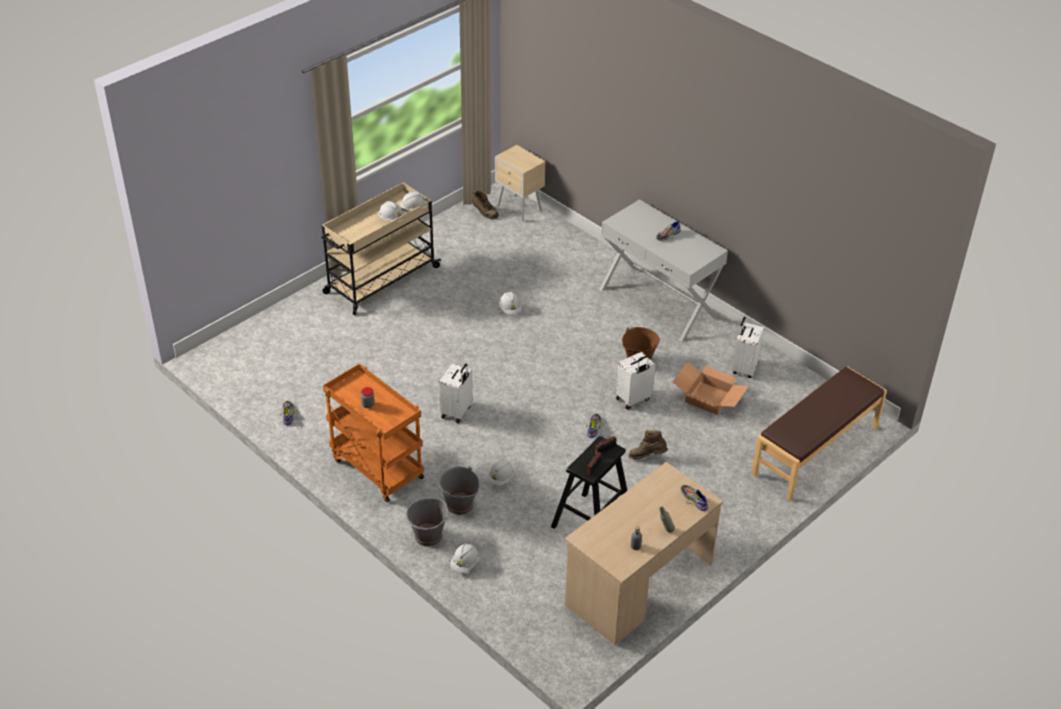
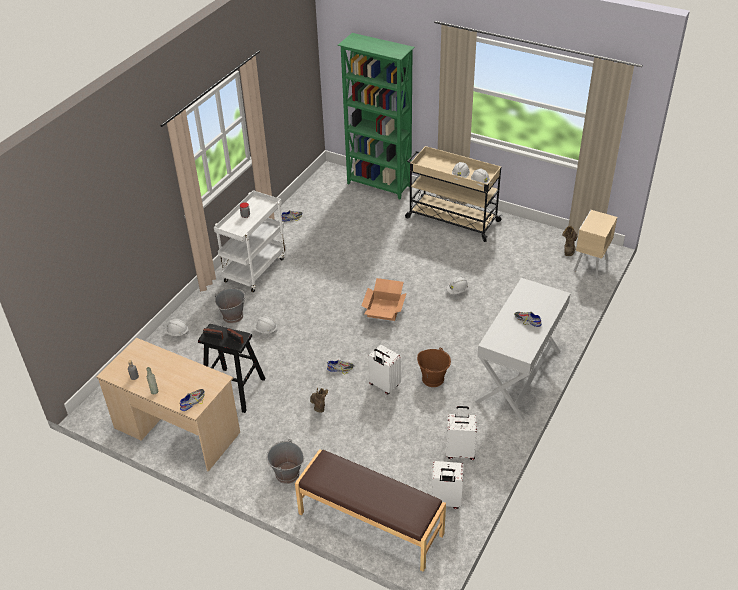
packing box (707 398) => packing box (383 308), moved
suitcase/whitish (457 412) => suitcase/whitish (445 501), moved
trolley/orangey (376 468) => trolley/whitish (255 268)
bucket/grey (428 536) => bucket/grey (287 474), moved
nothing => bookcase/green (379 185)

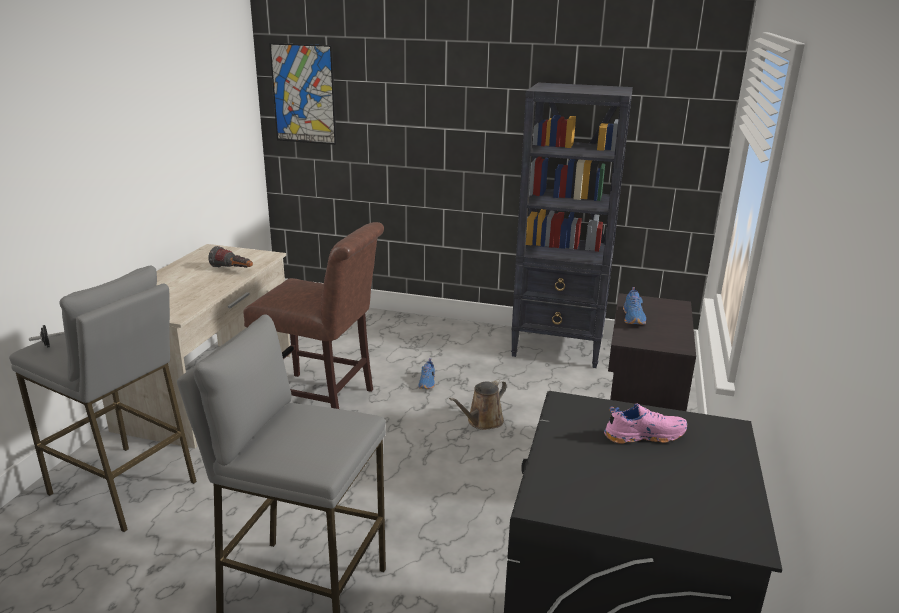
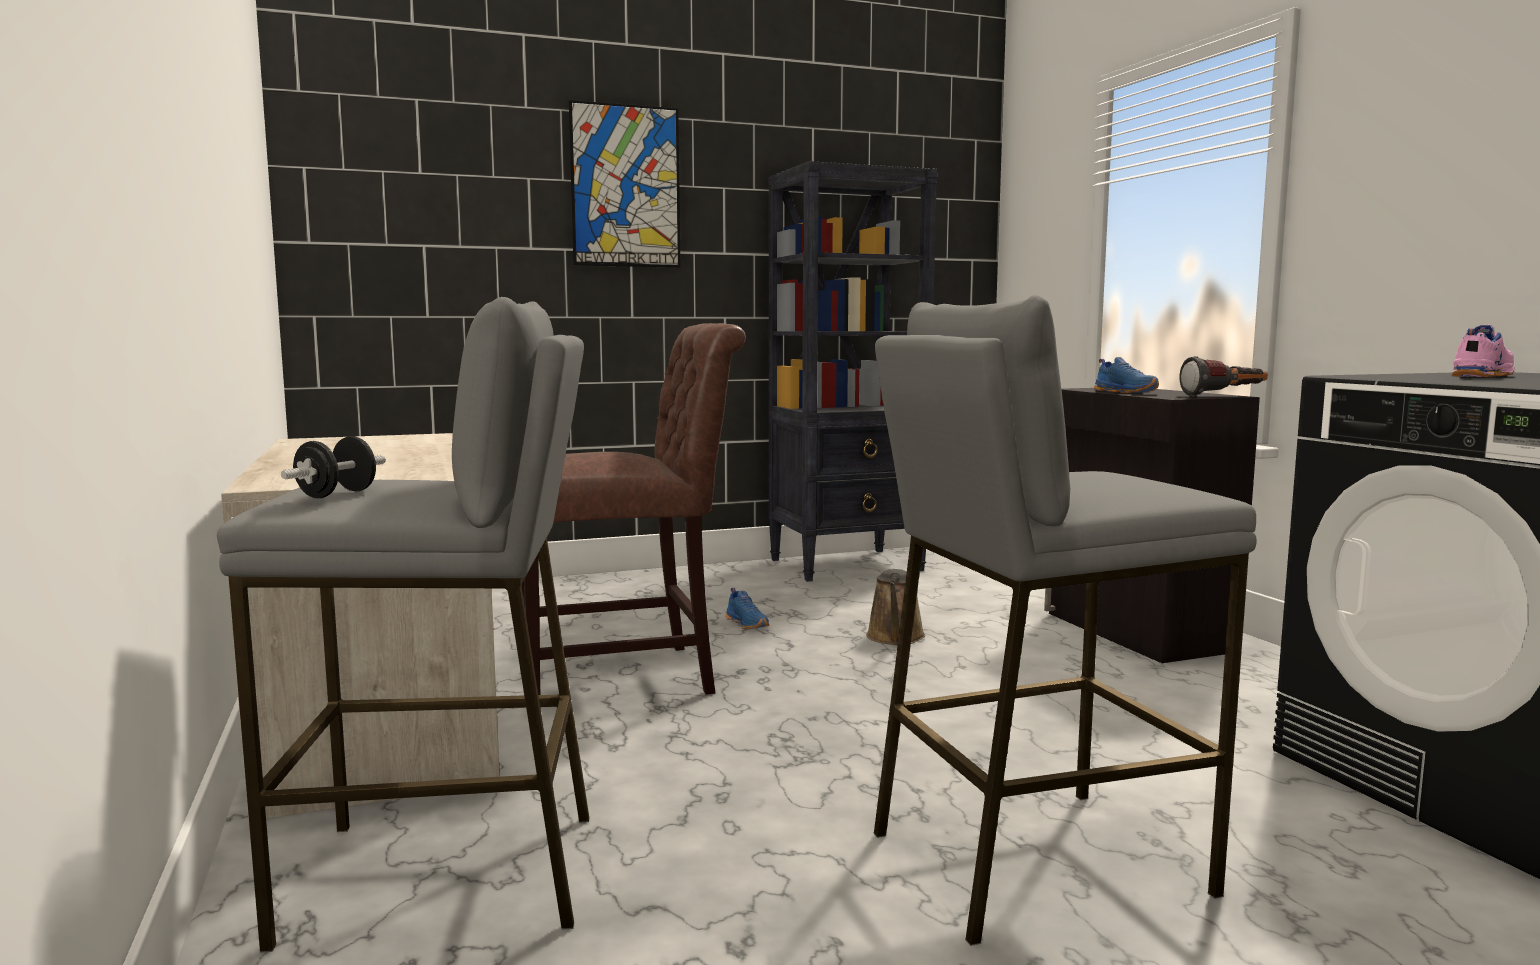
wall picture (303 94) => wall picture (625 186), moved
flashlight (233 270) => flashlight (1224 396), moved

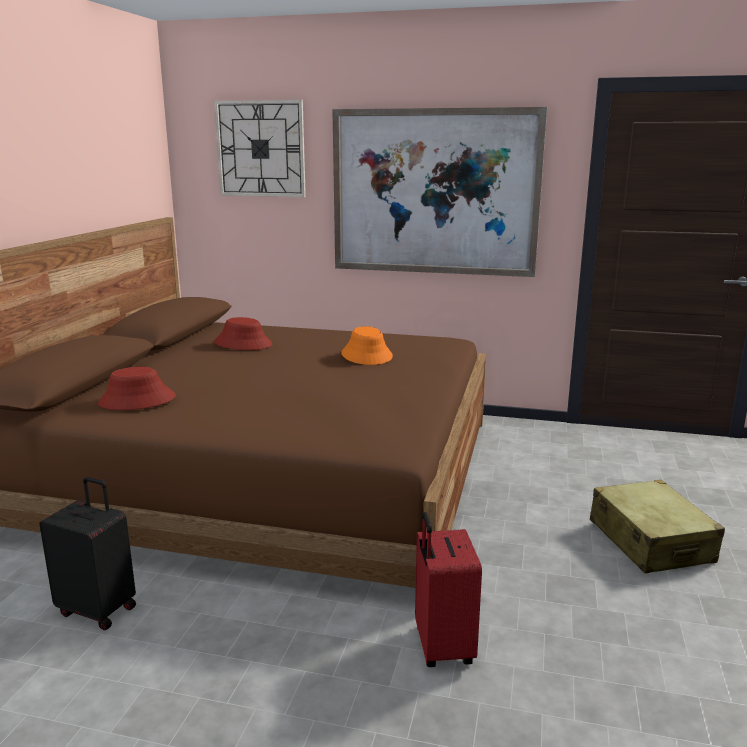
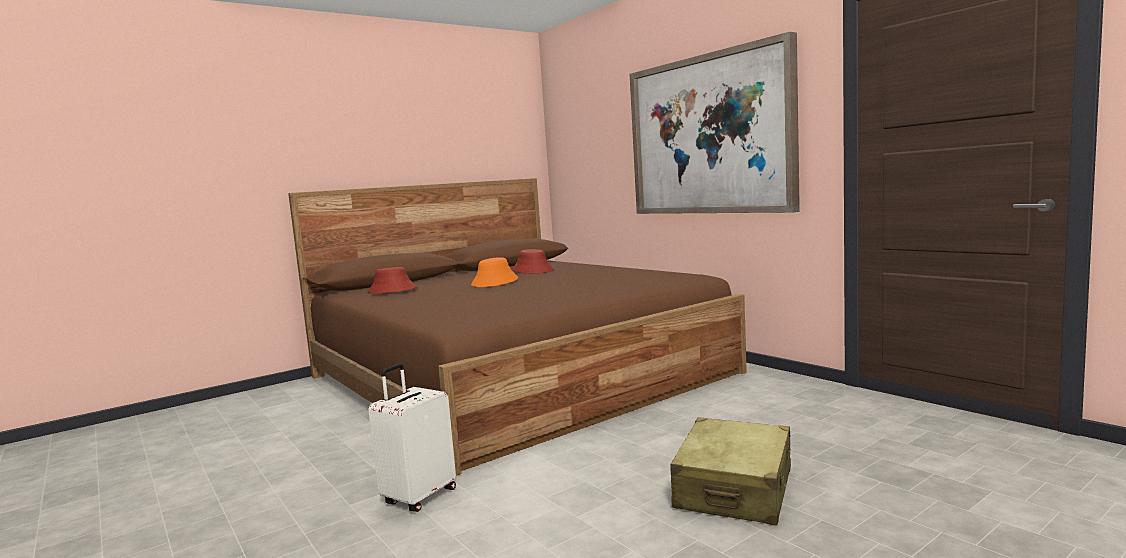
hanging clock (261 149) => nothing
hat/orangey (367 355) => hat/orangey (495 282), moved
suitcase/black-coloured (99 609) => nothing
suitcase/red-coloured (441 647) => suitcase/whitish (418 497)

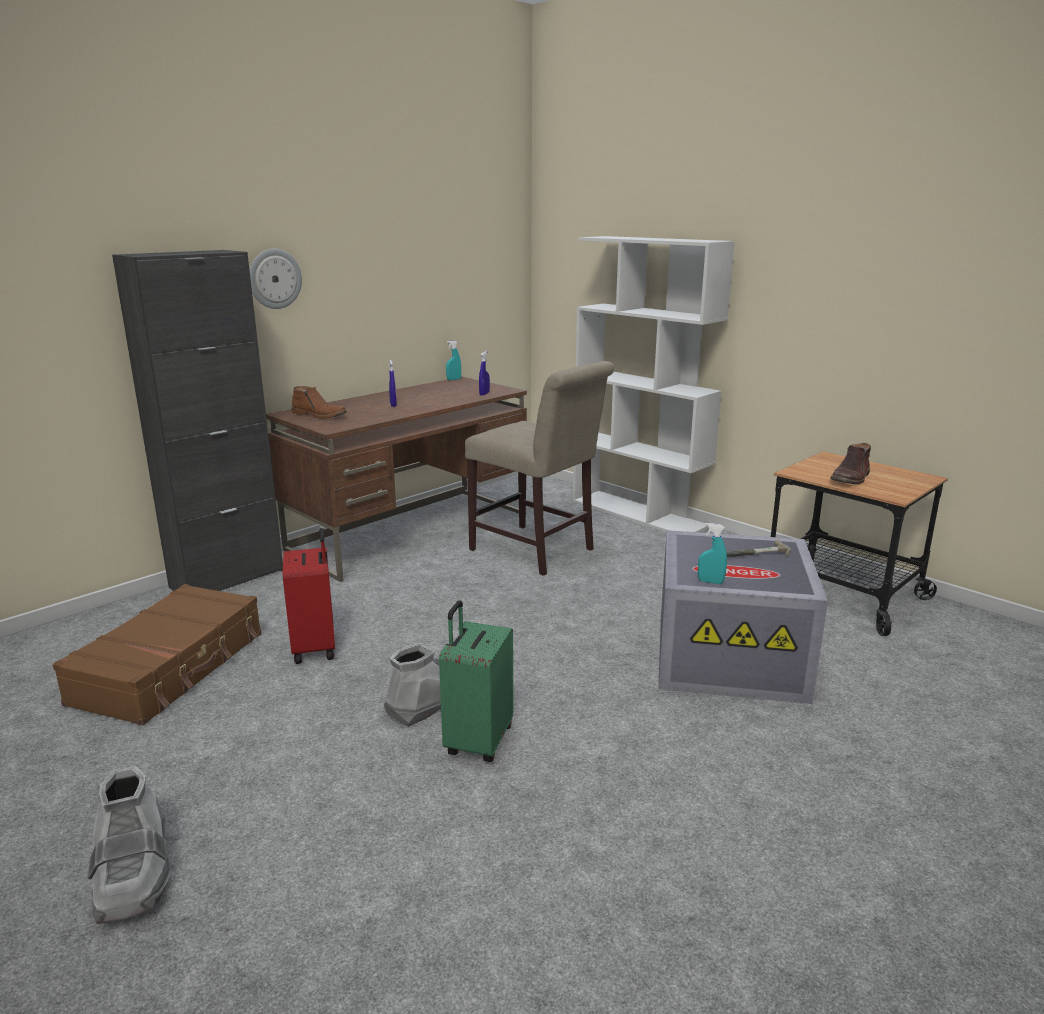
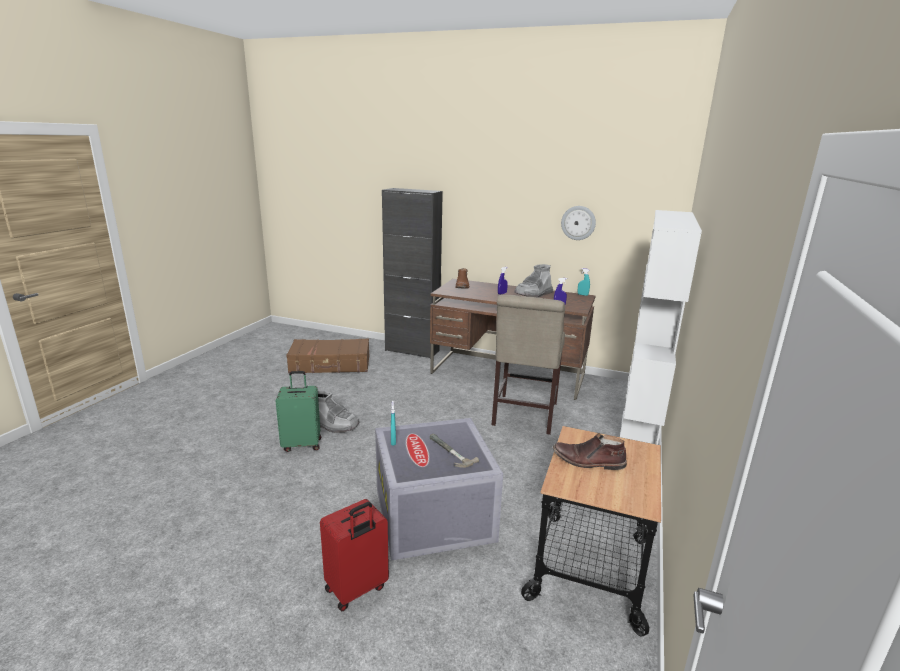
hanging clock (274 278) => hanging clock (578 223), moved
suitcase/red-coloured (316 648) => suitcase/red-coloured (357 589), moved
tall boot/grey (134 874) => tall boot/grey (533 294), moved

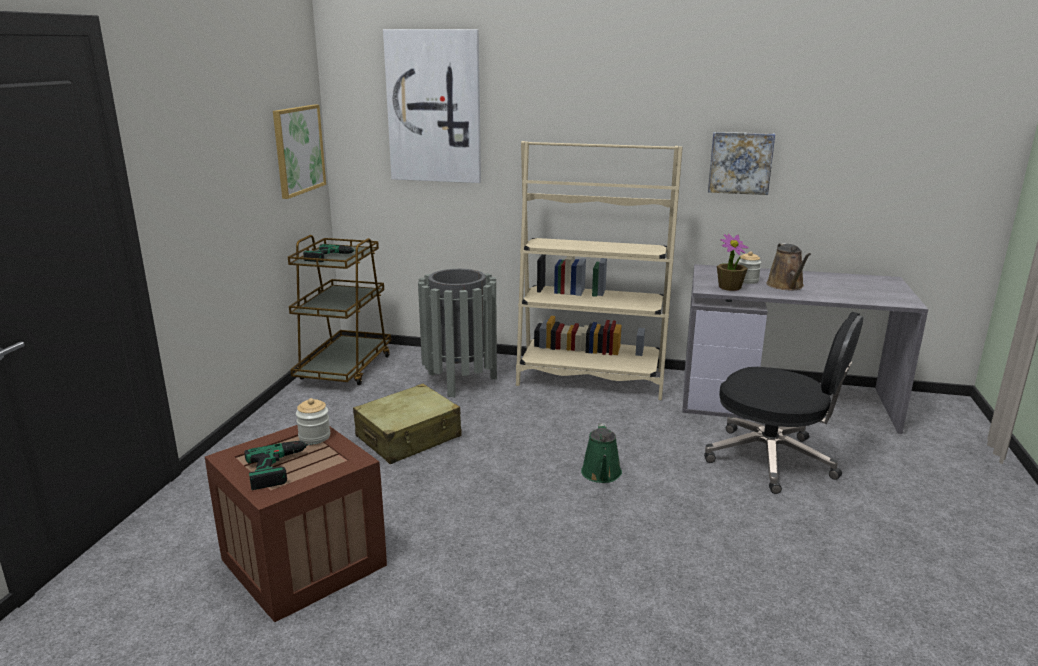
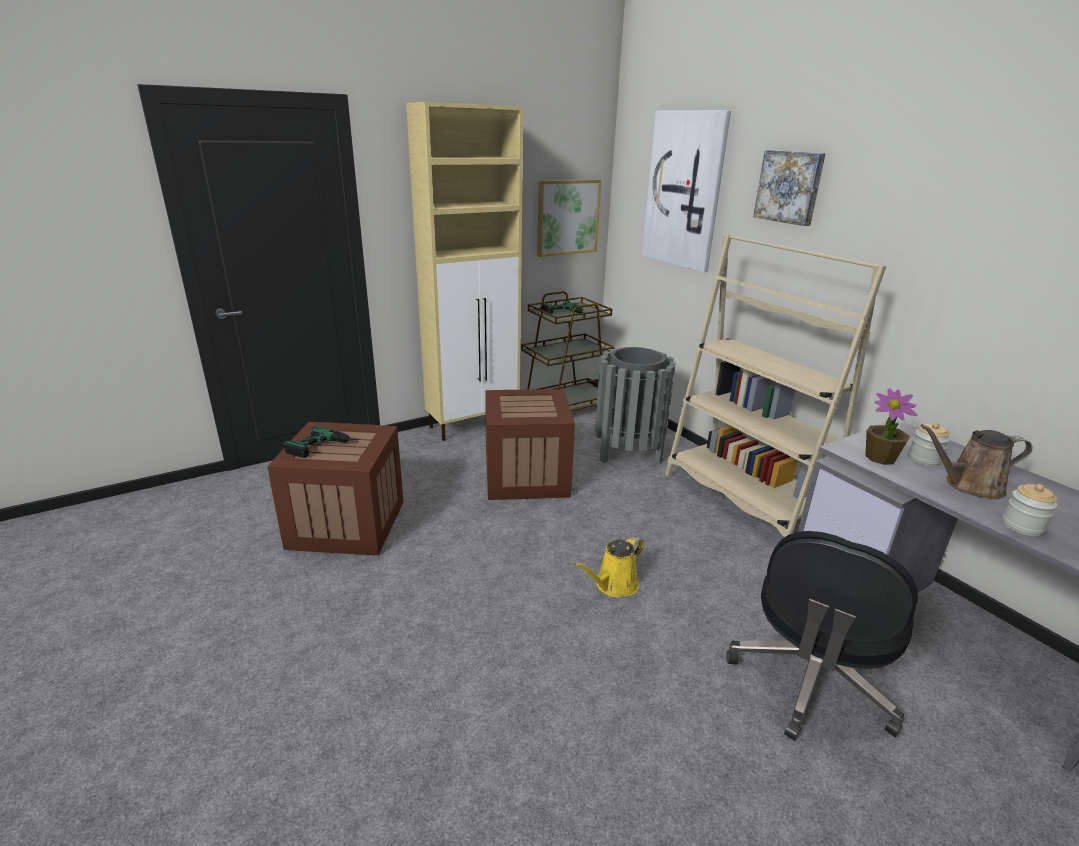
wall picture (740 163) => wall picture (789 187), moved
watering can/brown-coloured (786 286) => watering can/brown-coloured (969 485), 45 degrees clockwise
computer chair/black-coloured (773 460) => computer chair/black-coloured (810 680), 45 degrees clockwise
suitcase/sand-coloured (409 437) => shipping crate (526 477)
preserve jar (314 437) => preserve jar (1022 526), moved
watering can/green (601 474) => watering can/yellow-coloured (613 585)
nothing => cupboard/sand-coloured (474 425)

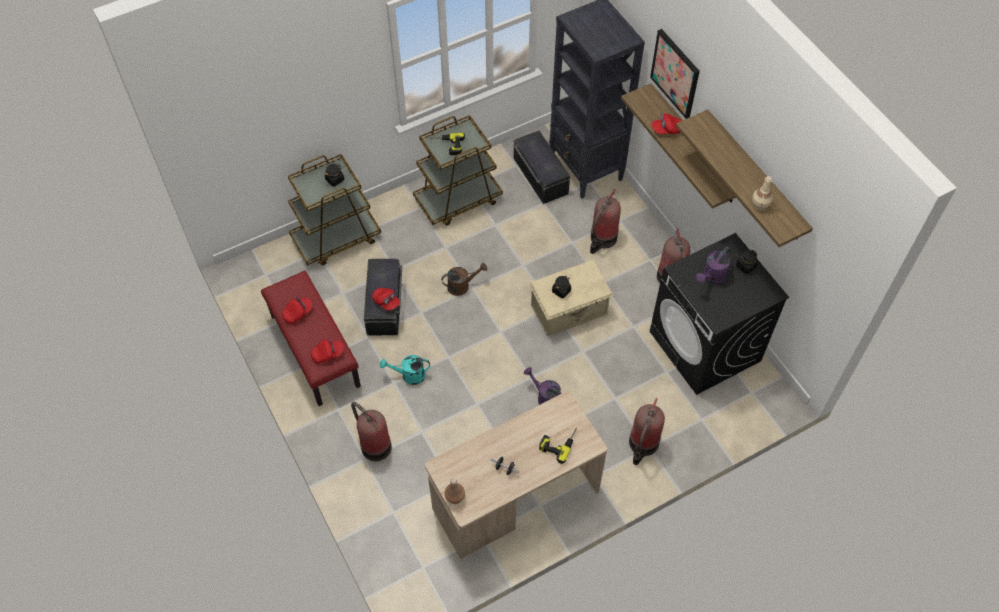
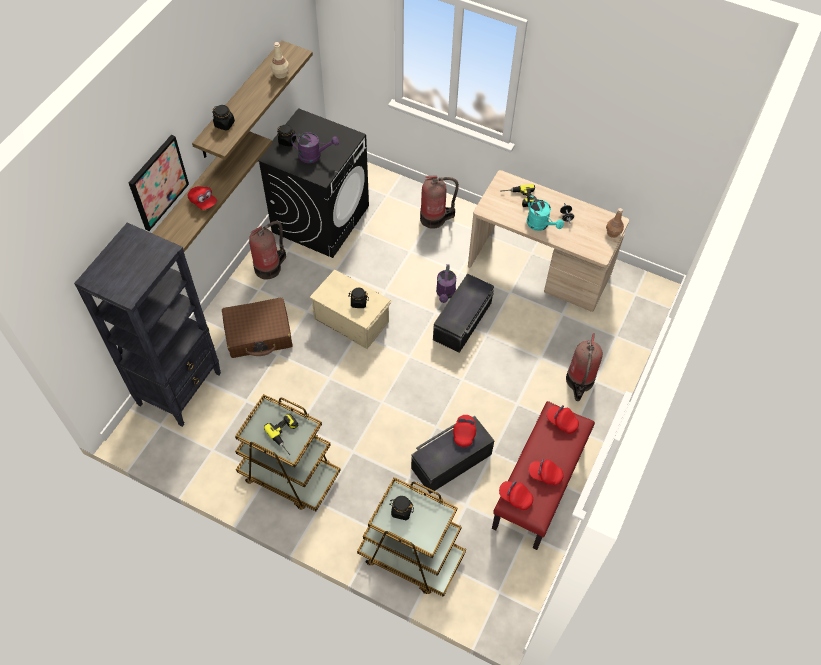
storage bin/black-coloured (539 176) => storage bin/black-coloured (463 321), moved
extinguisher (602 239) => suitcase/brown-coloured (259 334)
watering can/brown-coloured (462 286) => nothing
watering can/blue-green (409 375) => watering can/blue-green (540 225), moved
nothing => preserve jar/black-coloured (224 124)
nothing => baseball cap/red-coloured (515 497)

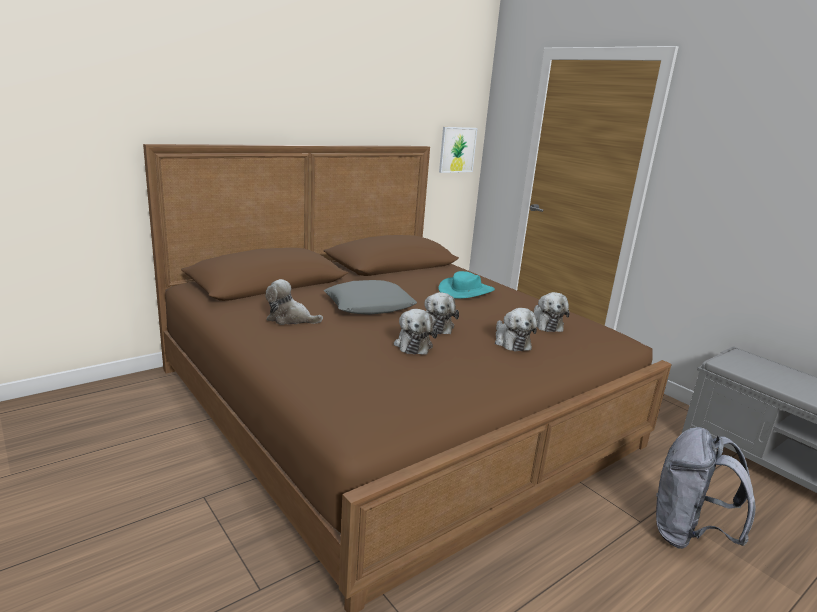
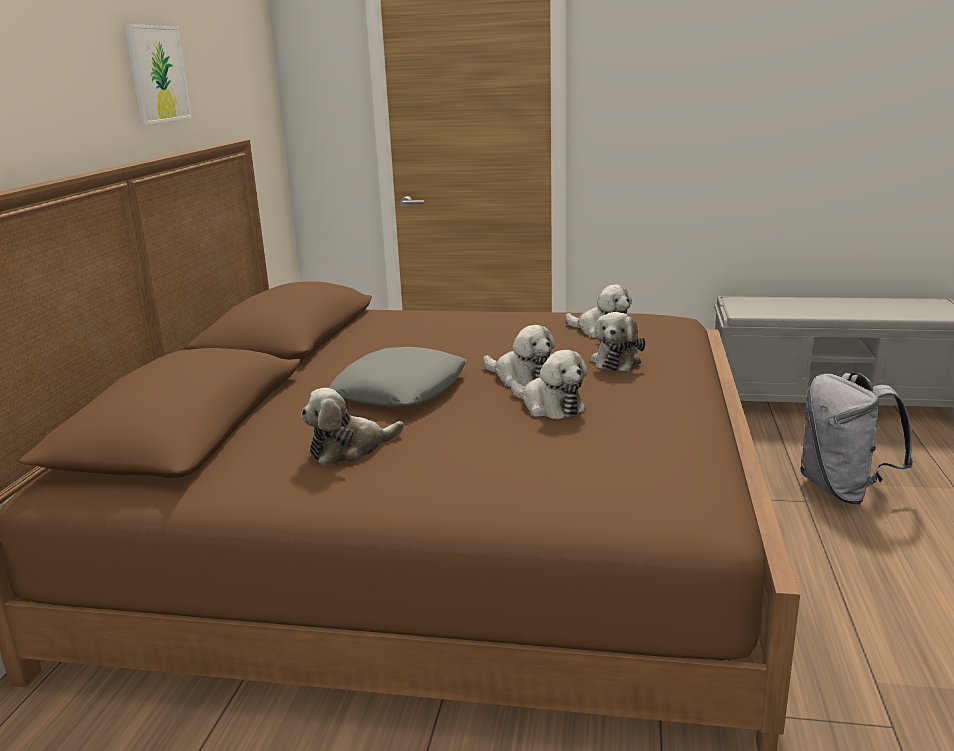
wall picture (457 149) => wall picture (157 74), moved
hat/blue-green (466 291) => nothing
plush toy (511 342) => plush toy (617 361), 75 degrees clockwise

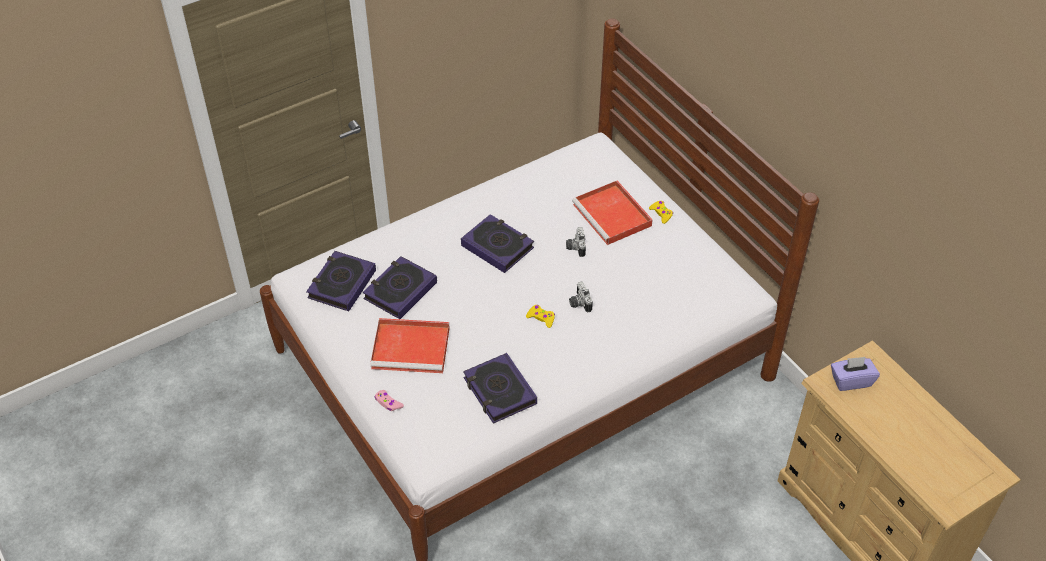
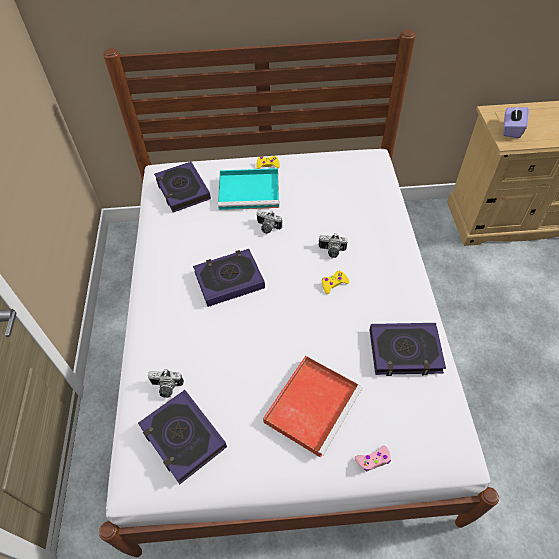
carrying tray/red-coloured (613 216) => carrying tray/blue-green (250 191)
volume (400 291) => volume (182 190), moved
nothing => still camera (166 388)

